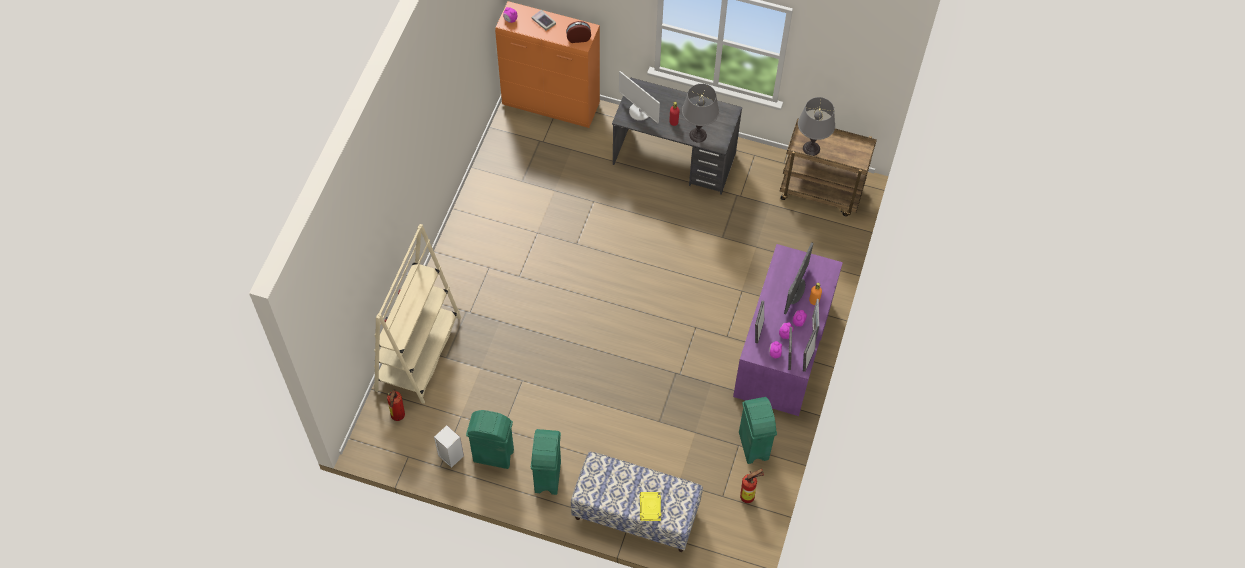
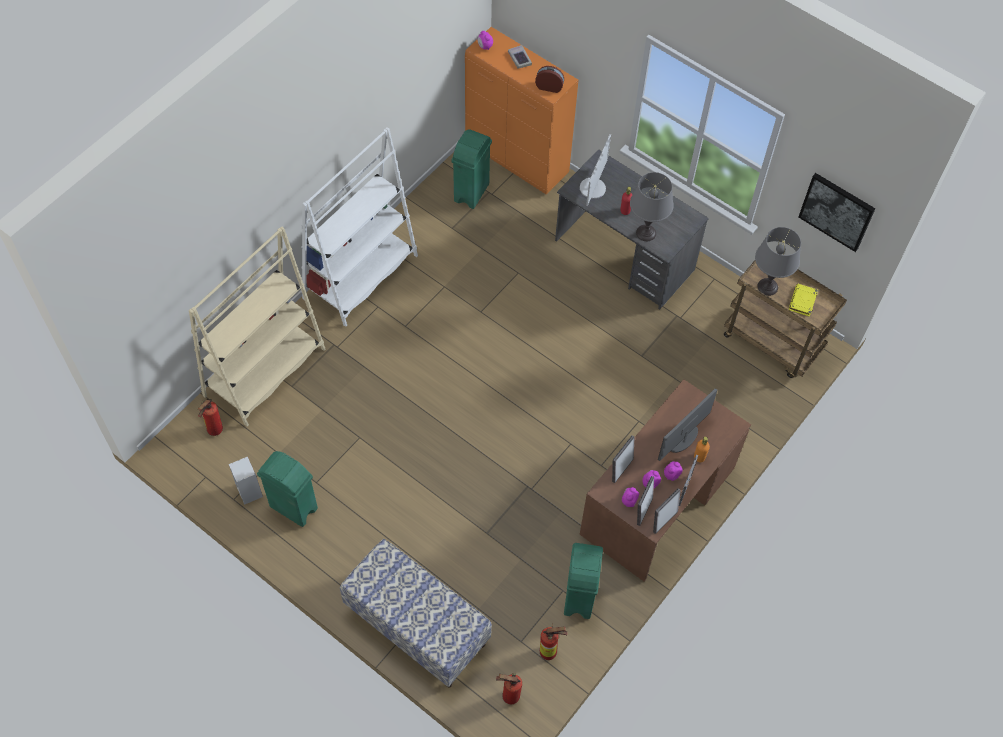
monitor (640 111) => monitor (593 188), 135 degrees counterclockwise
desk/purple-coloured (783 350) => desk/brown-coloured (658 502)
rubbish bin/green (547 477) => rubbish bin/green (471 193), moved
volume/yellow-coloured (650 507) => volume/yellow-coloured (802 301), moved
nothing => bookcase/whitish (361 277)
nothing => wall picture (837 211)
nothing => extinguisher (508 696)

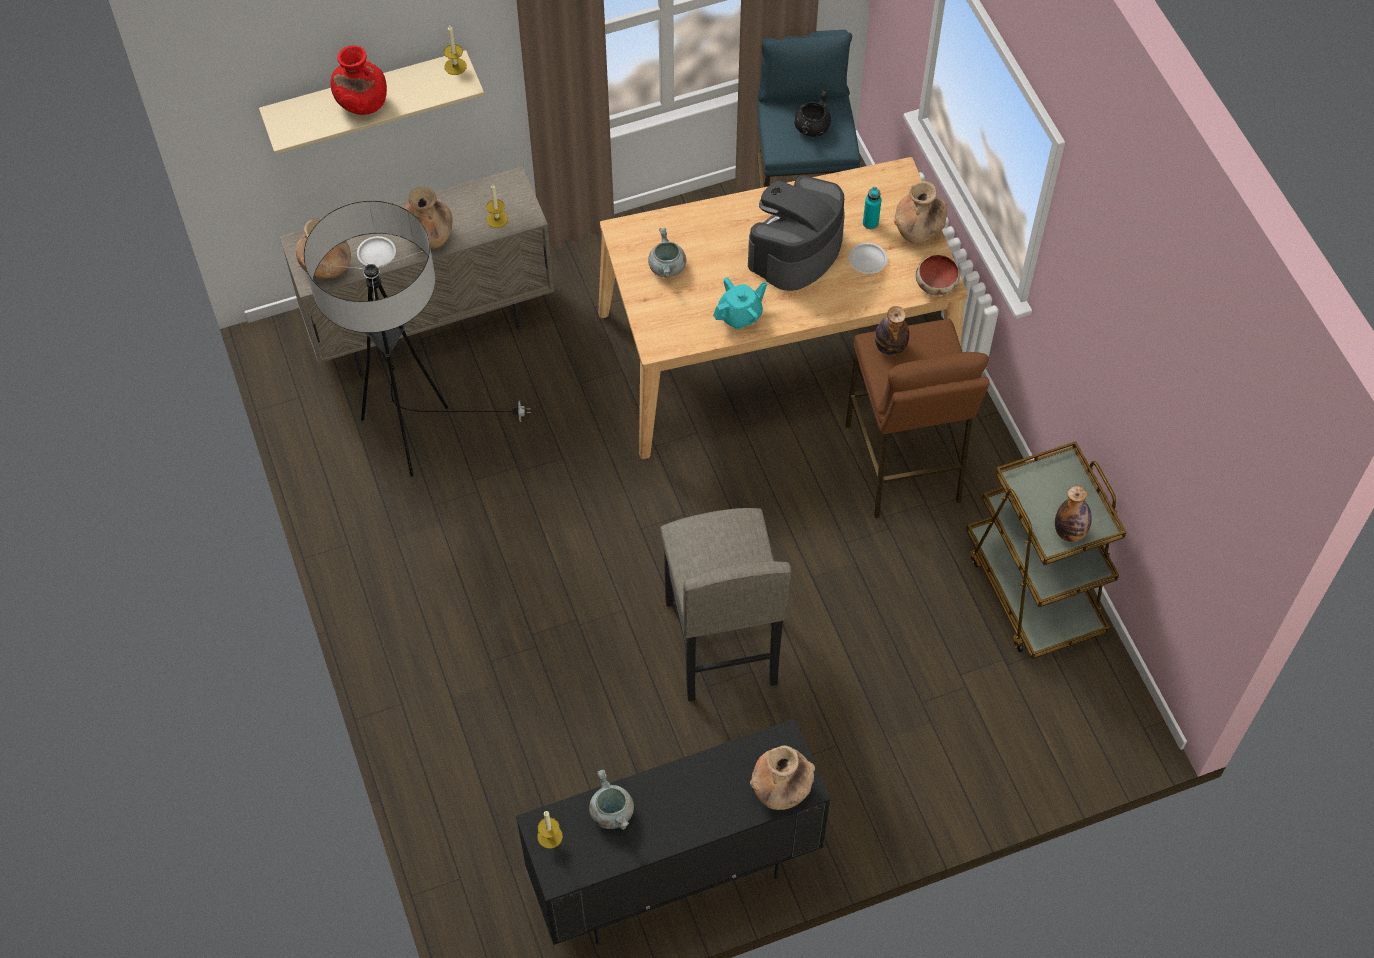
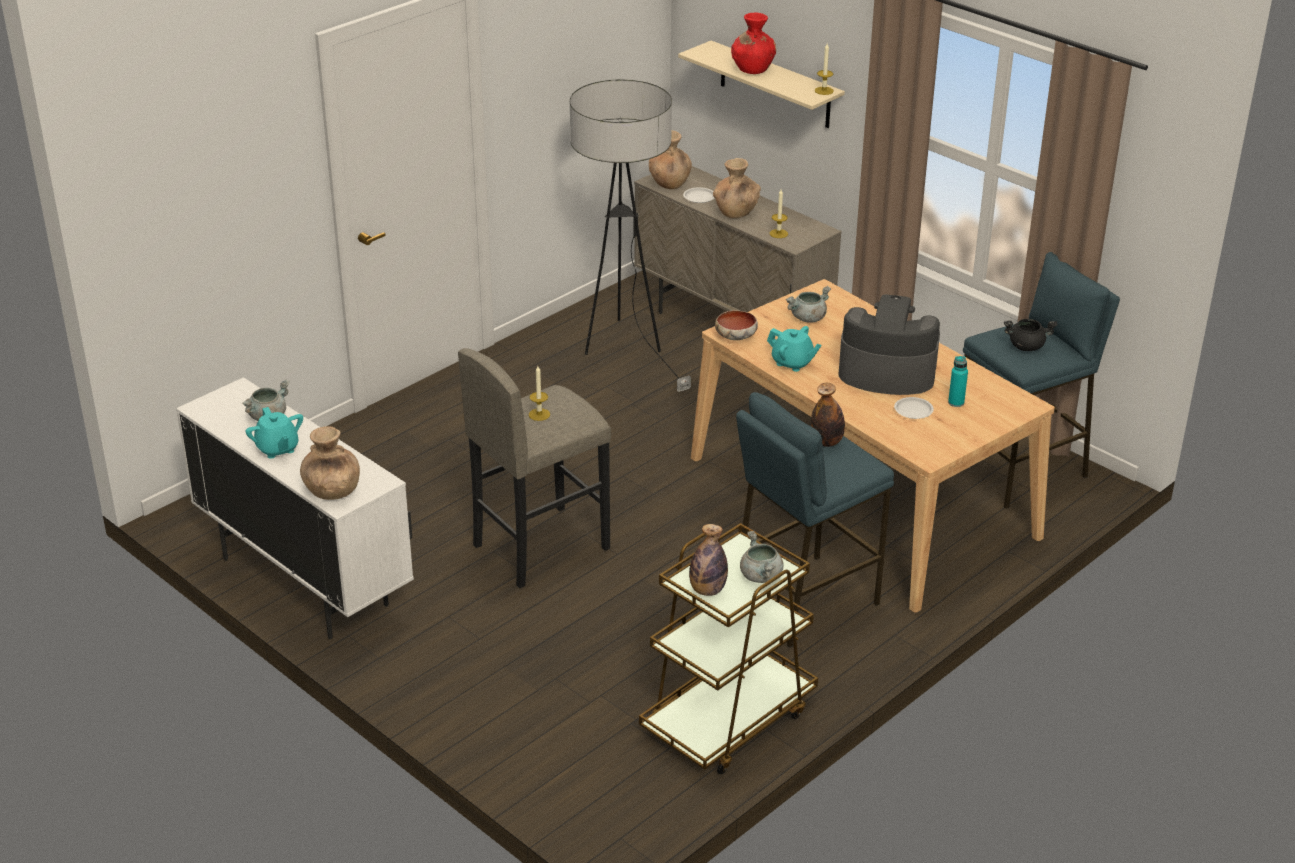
decorative vase/brown-coloured (918 231) => nothing
serving bowl (936 283) => serving bowl (736 336), moved
stool/brown-coloured (903 464) => stool/bluish (803 601)
cupboard/black-coloured (674 876) => cupboard/whitish (304 582)
wax candle (550 836) => wax candle (539 414), moved
nothing => pot for tea/blue-green (277 449)
nothing => saucepot/grey (761 576)

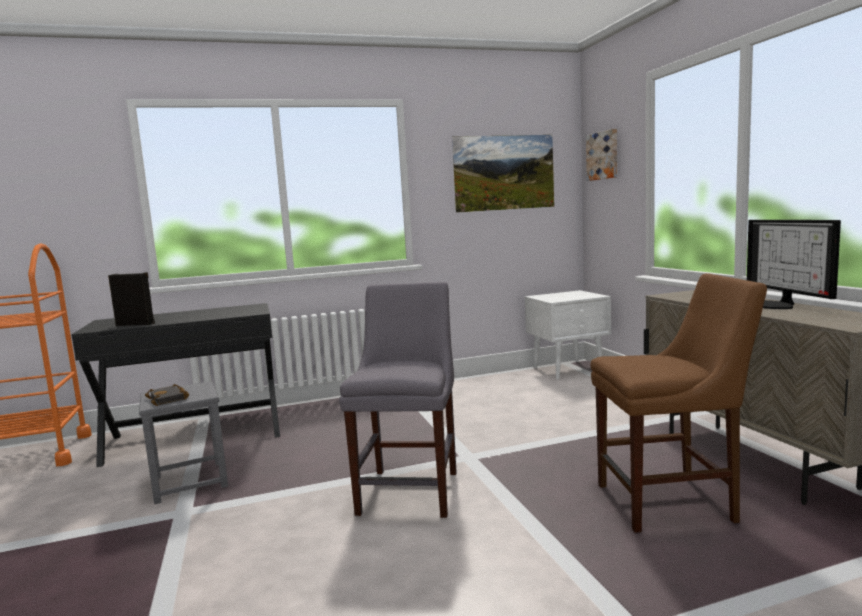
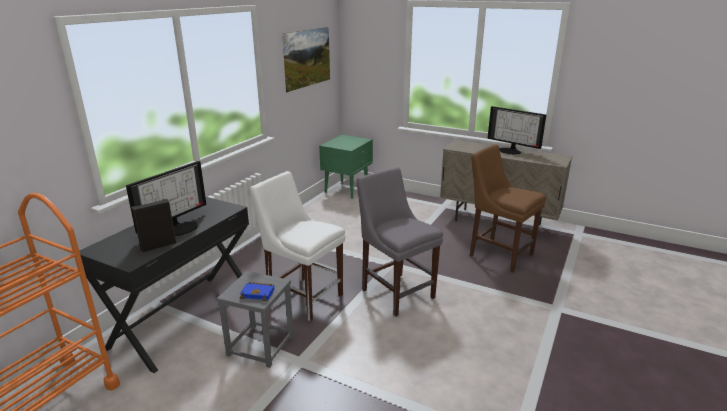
wall picture (603 155) => nothing
plain chair/brown-coloured (671 502) => plain chair/brown-coloured (498 253), 90 degrees counterclockwise
night table/whitish (568 369) => night table/green (347 189)
volume/black-coloured (169 398) => volume/bluish (258 293)
nothing => monitor (180 227)
nothing => plain chair/whitish (303 297)

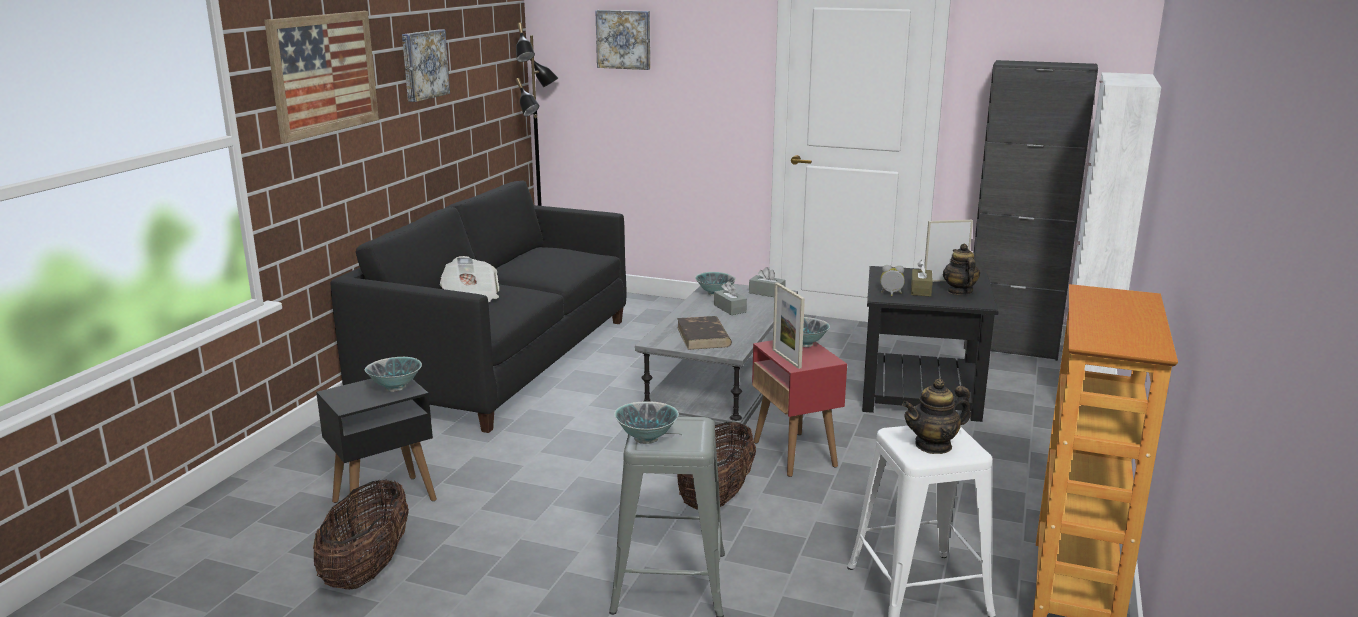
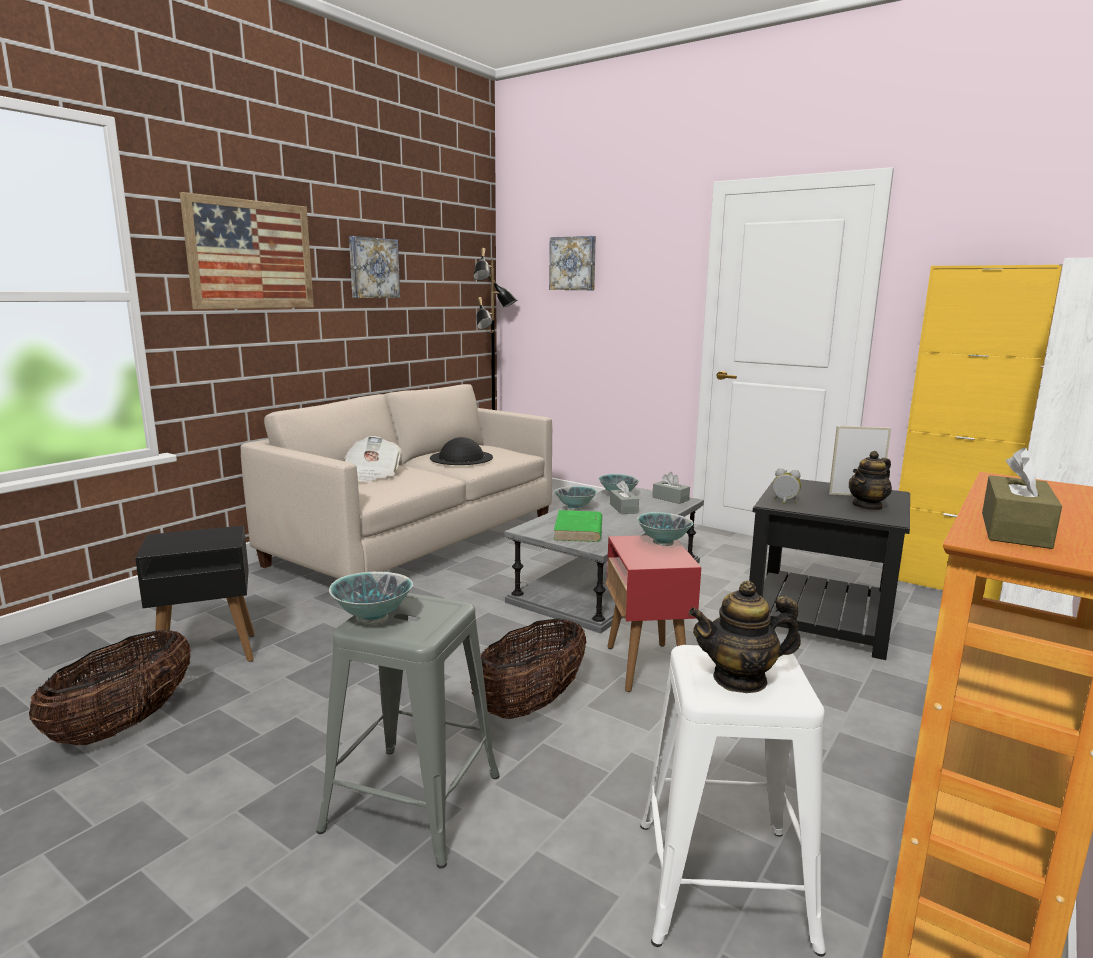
cupboard/black-coloured (1011 347) => cupboard/yellow-coloured (943 583)
sofa/black-coloured (501 360) => sofa/sand-coloured (417 541)
pot for tea (959 291) => pot for tea (867 506), 135 degrees counterclockwise
tissue box/brown-coloured (920 290) => tissue box/brown-coloured (1015 530), moved
photo frame (786 359) => nothing
volume/brown-coloured (703 337) => volume/green (578 530)
serving bowl (395 388) => serving bowl (575 508), moved
nothing => hat/black-coloured (461 457)

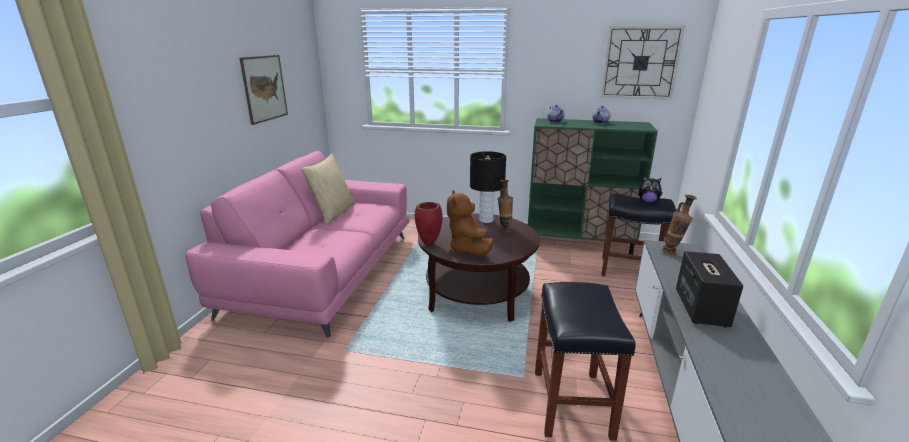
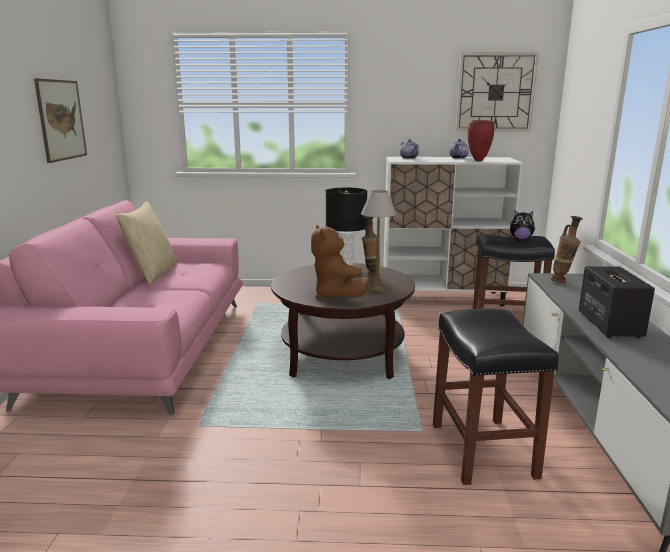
cupboard/green (579 242) => cupboard/whitish (443 298)
decorative vase/red-coloured (429 244) => decorative vase/red-coloured (478 161), moved
nothing => table lamp (377 288)

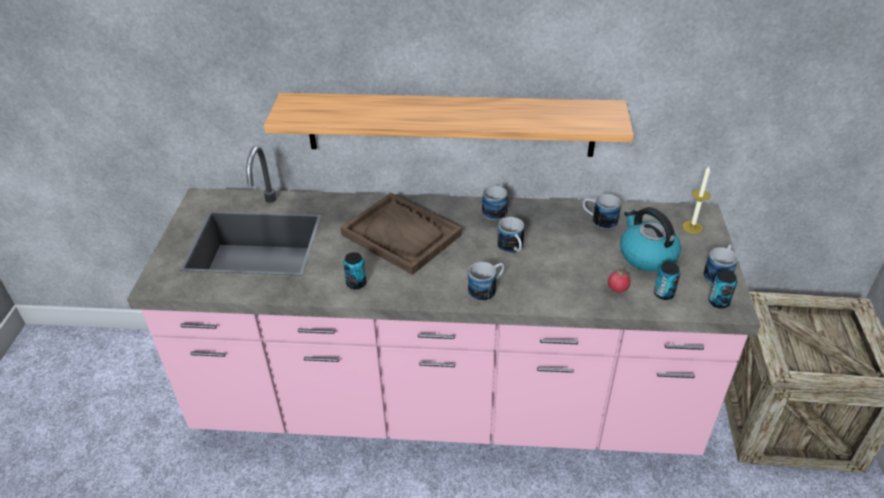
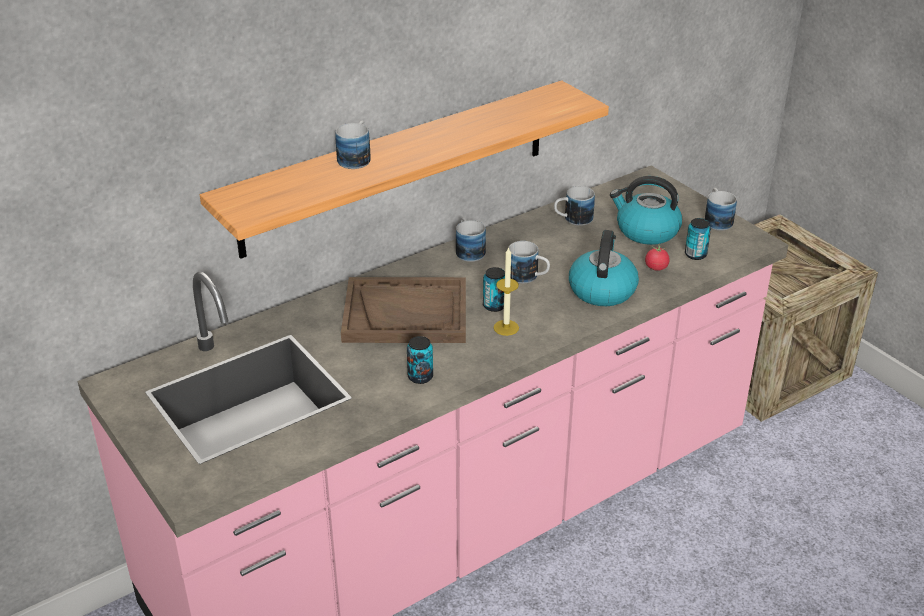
wax candle (692 227) => wax candle (506 327), moved
mug (487 289) => mug (356 158), moved
metal can (718 302) => metal can (494 306), moved
nothing => tea kettle (602 290)

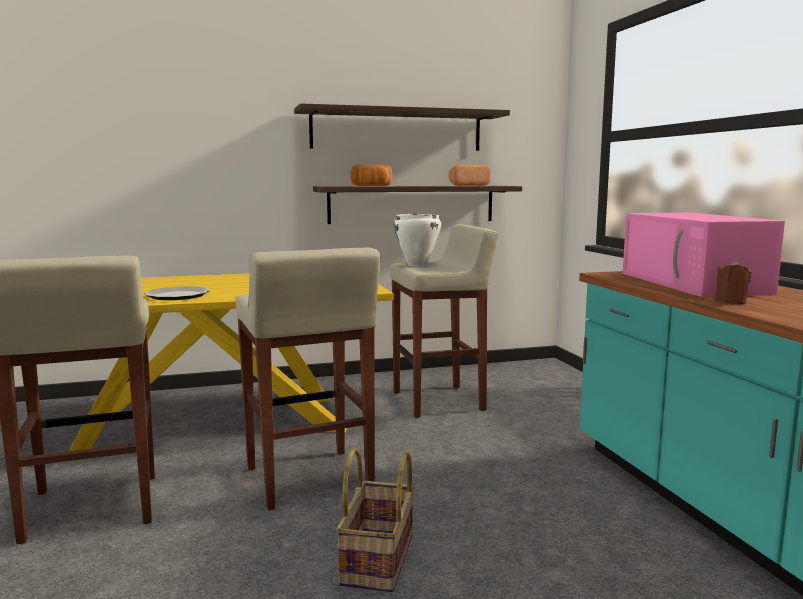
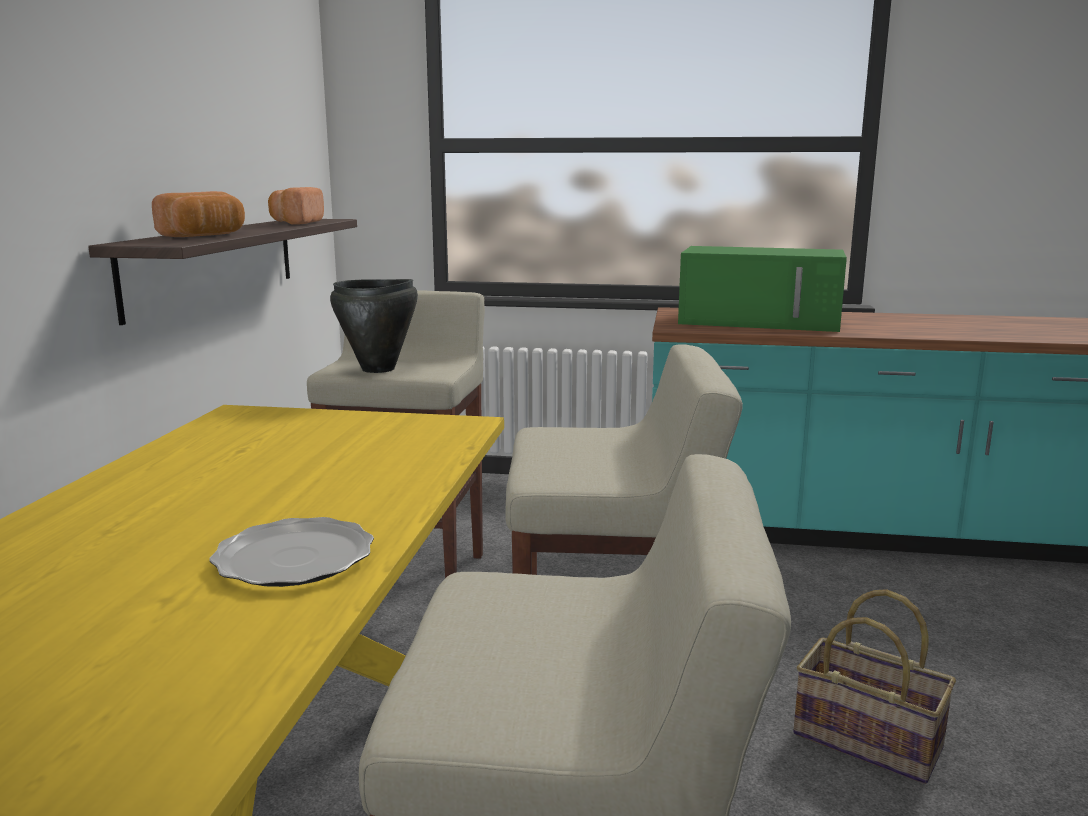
shelf (397 130) => nothing
saucepot/whitish (416 265) => saucepot/black-coloured (378 369)
microwave oven/pink-coloured (694 283) => microwave oven/green (761 321)
wax candle/brown-coloured (730 302) => nothing

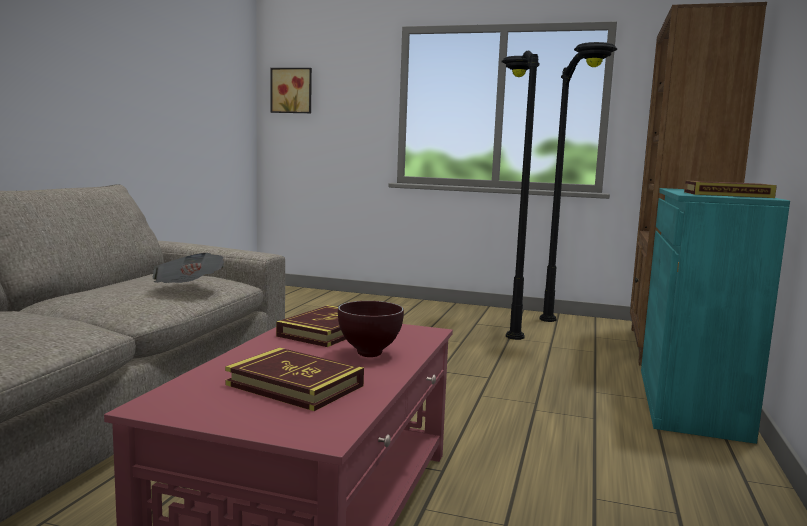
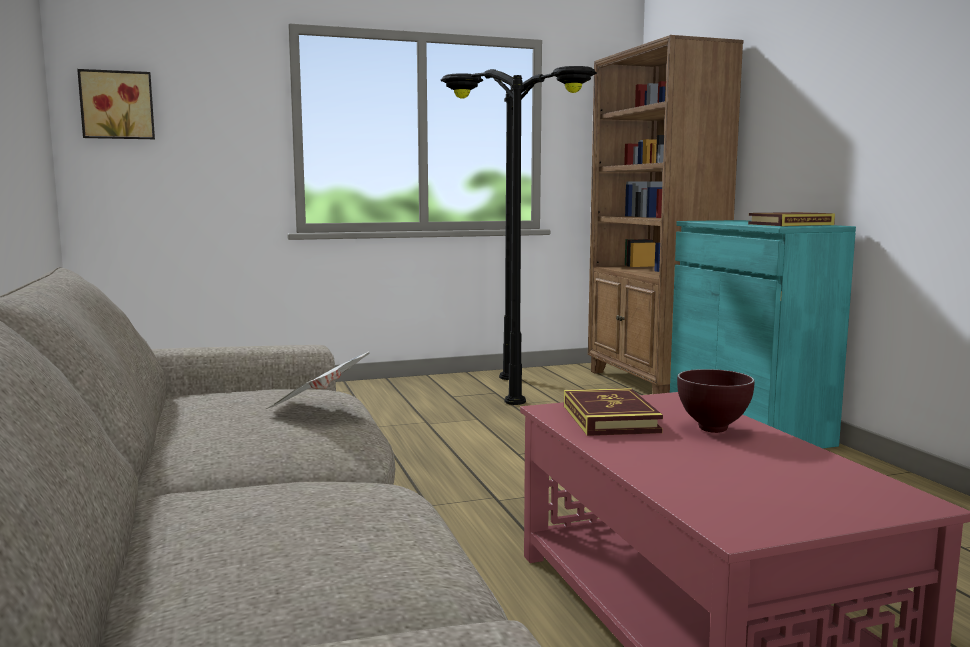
volume (295 385) => nothing

